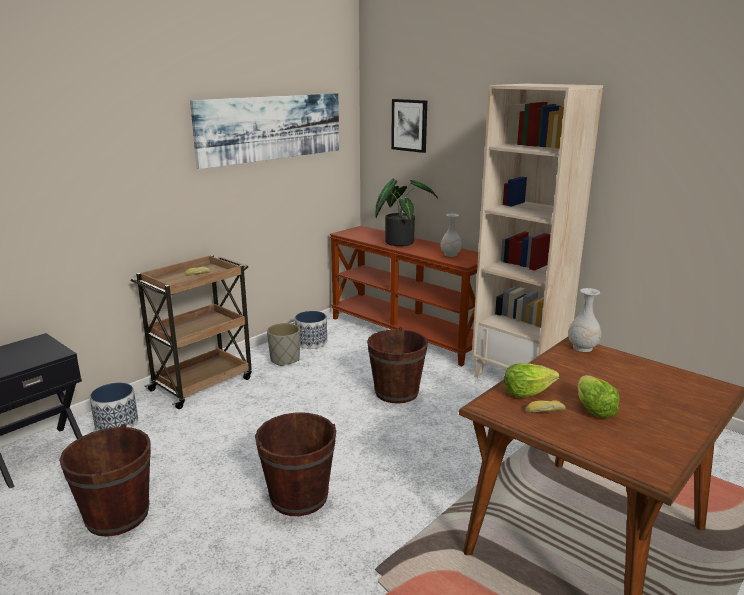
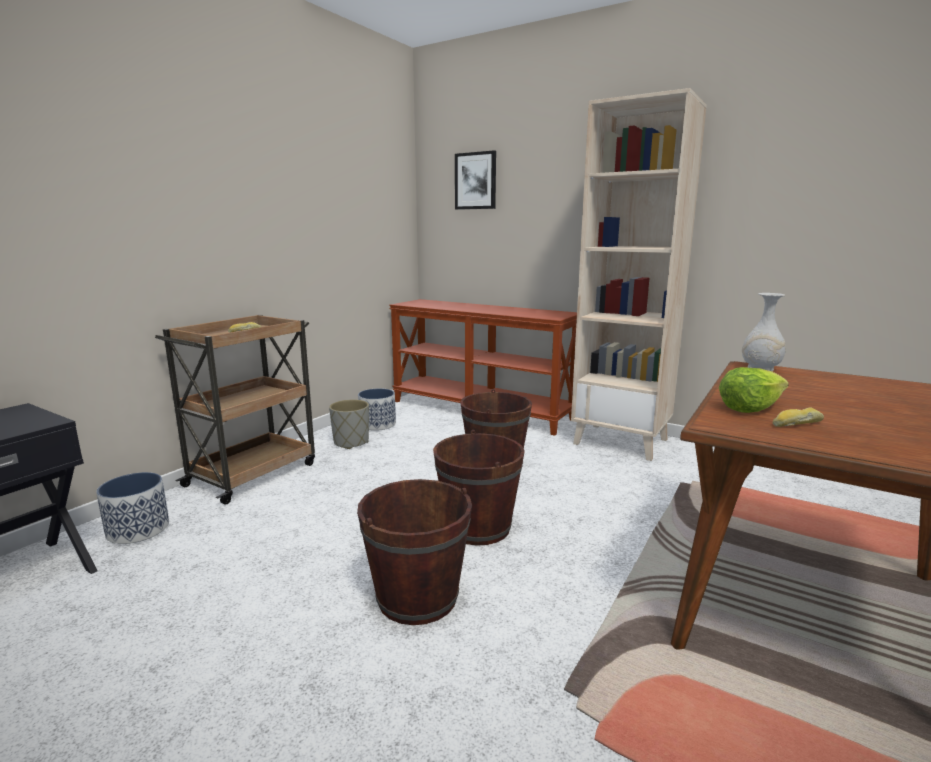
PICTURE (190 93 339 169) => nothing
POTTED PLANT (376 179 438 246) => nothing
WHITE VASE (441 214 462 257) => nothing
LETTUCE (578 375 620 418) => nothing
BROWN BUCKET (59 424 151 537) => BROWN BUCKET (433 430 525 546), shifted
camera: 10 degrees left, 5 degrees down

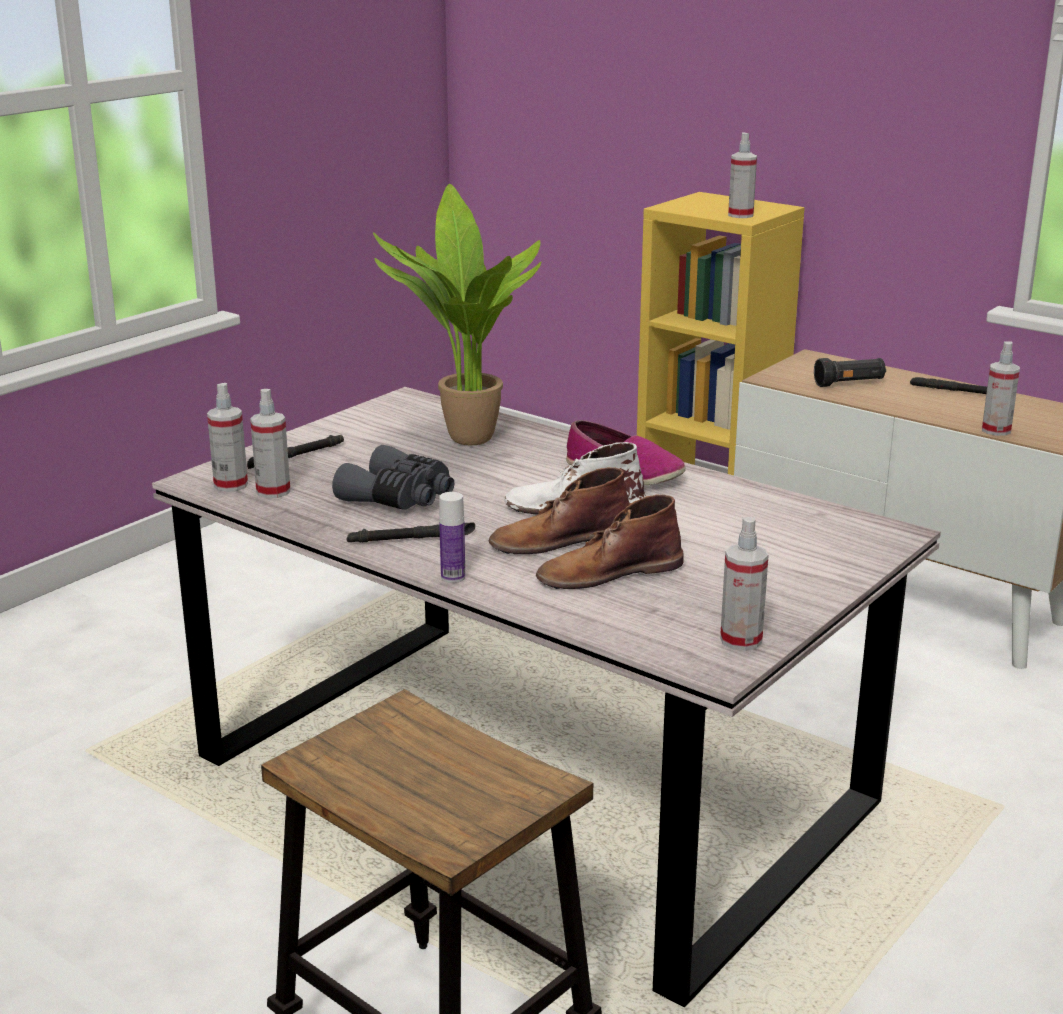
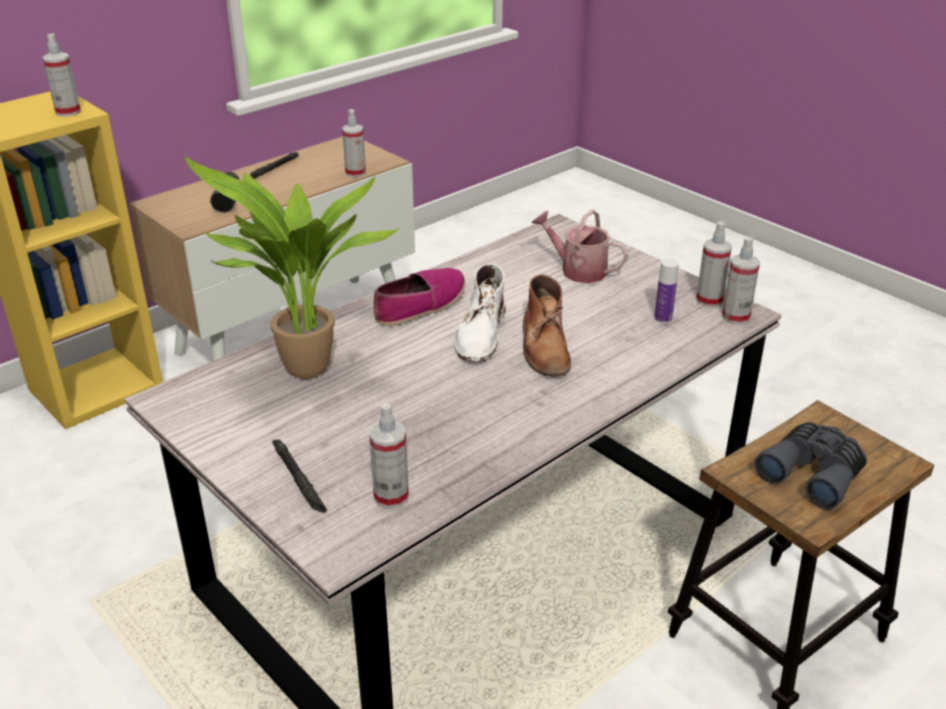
BLACK FLASHLIGHT (347 522 475 543) => nothing
BROWN BOOT (536 494 684 589) => nothing
nothing => WATERING CAN (532 209 628 283)
SPRAY BOTTLE (207 383 248 492) => SPRAY BOTTLE (722 237 760 324), shifted
GREY BINOCULARS (332 445 454 510) => GREY BINOCULARS (754 422 867 510), shifted
BOTTLE (439 492 465 583) => BOTTLE (654 259 679 324), shifted
camera: 80 degrees left, 10 degrees up

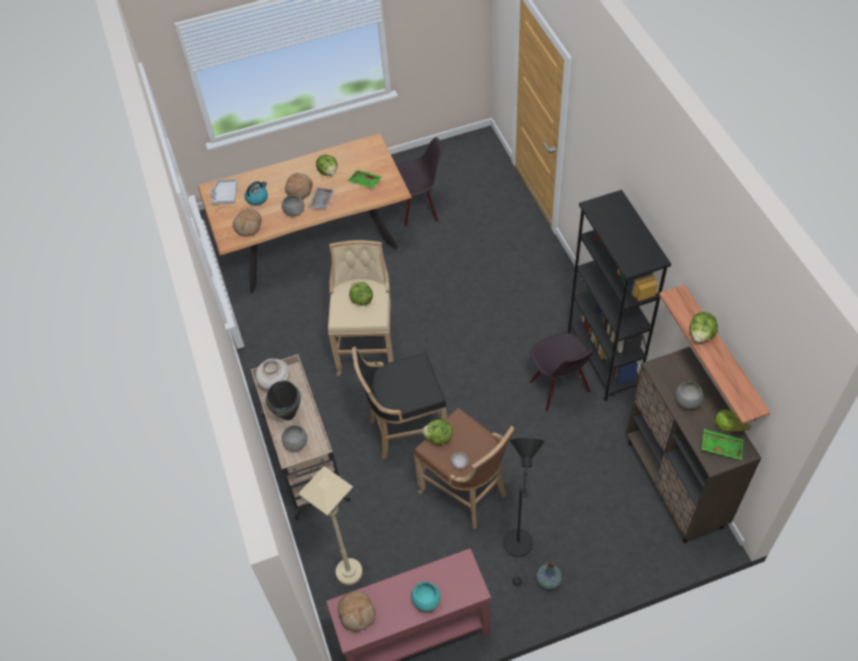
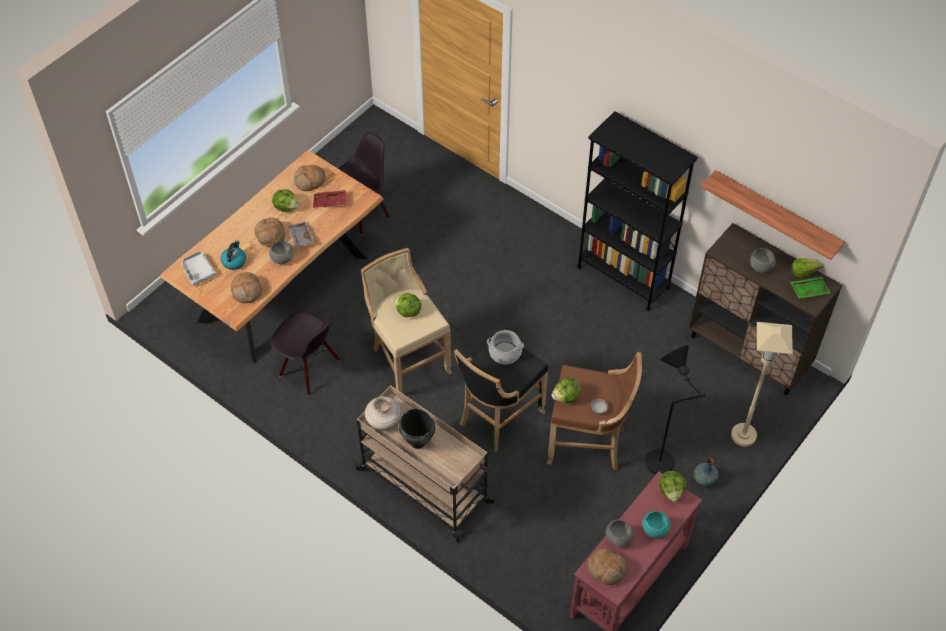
nothing => BREAD (294 165 326 191)
nothing => COOKING POT (487 330 524 364)
GREY BOWL (282 425 307 451) => GREY BOWL (606 519 633 547), shifted
BEIGE FLOOR LAMP (298 466 363 585) => BEIGE FLOOR LAMP (731 322 793 447), shifted
BLACK CHAIR (530 333 594 412) => BLACK CHAIR (270 311 340 395), shifted
LETTUCE (689 312 718 342) => LETTUCE (660 471 686 502), shifted
GREEN TRAY (347 170 382 188) => RED TRAY (313 190 346 208)
camera: 35 degrees left, 0 degrees up

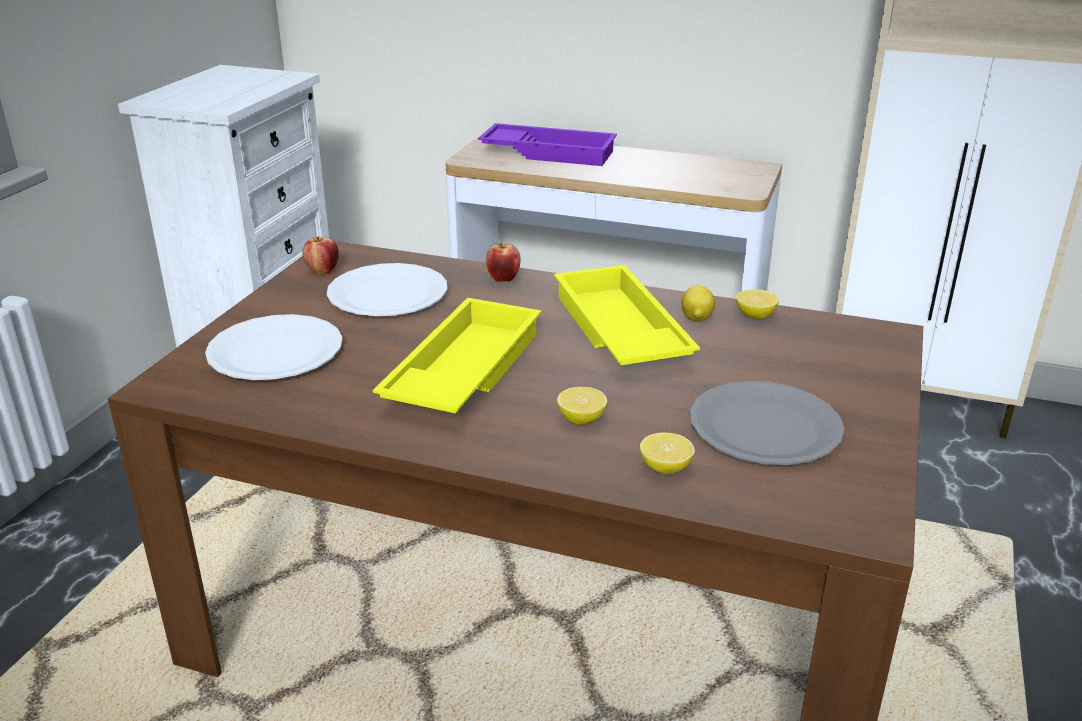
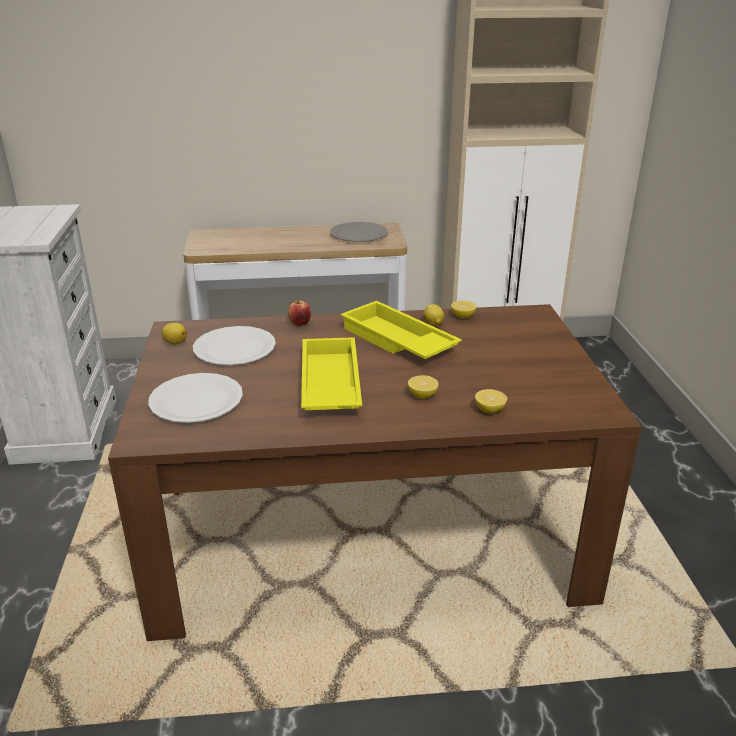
PURPLE TRAY (478 123 617 166) => nothing
GREY PLATE (690 381 844 465) => GREY PLATE (330 222 388 242), shifted
APPLE (302 237 339 274) => LEMON (162 323 187 345)
camera: 25 degrees left, 0 degrees up

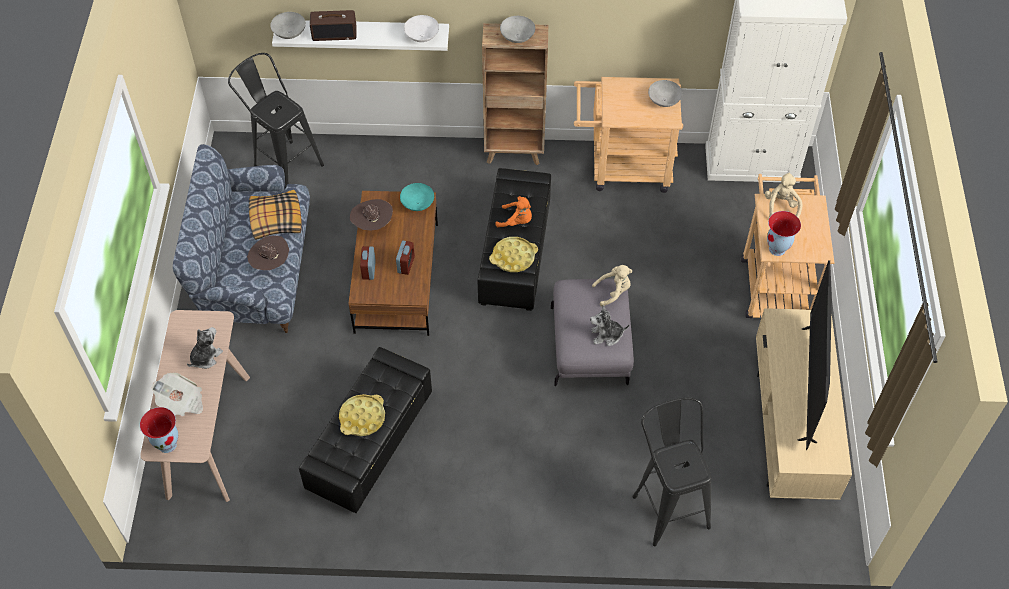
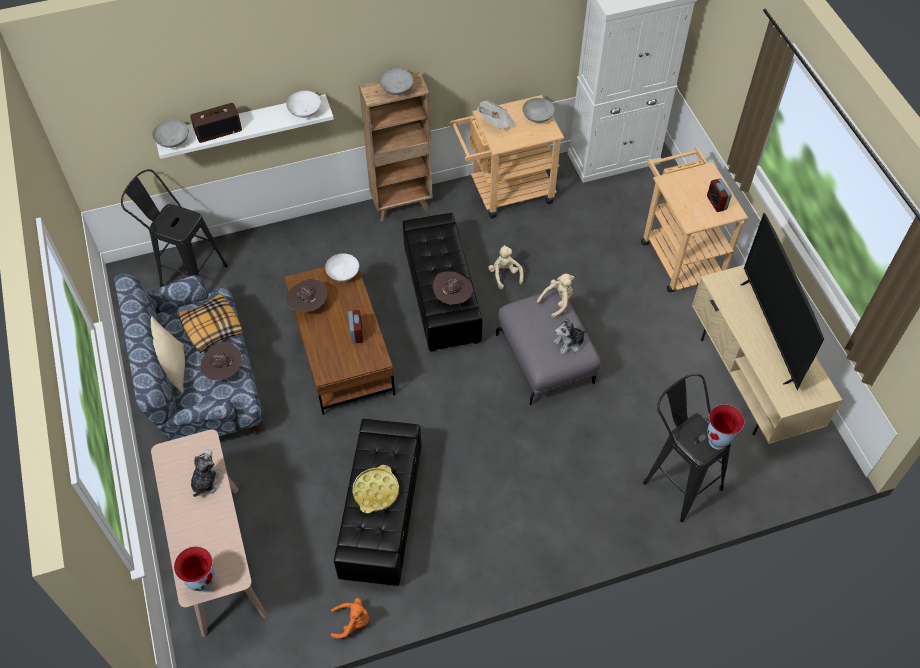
nothing => BEIGE PILLOW (151 316 185 393)
NEWSPAPER (152 372 203 416) => NEWSPAPER (477 101 517 129), shifted
ALARM CLOCK (360 246 376 280) => ALARM CLOCK (707 178 732 212), shifted
ORANGE PLUSH TOY (495 196 532 227) => ORANGE PLUSH TOY (331 598 369 638), shifted
BEIGE PLUSH TOY (765 173 802 218) => BEIGE PLUSH TOY (488 245 523 290), shifted
VASE (767 211 801 256) => VASE (707 404 744 449), shifted
YELLOW TRAY (489 237 538 272) => BROWN HAT (433 271 473 305)
TURQUOISE BOWL (400 183 434 211) => WHITE BOWL (325 253 359 281)
camera: 20 degrees left, 0 degrees up

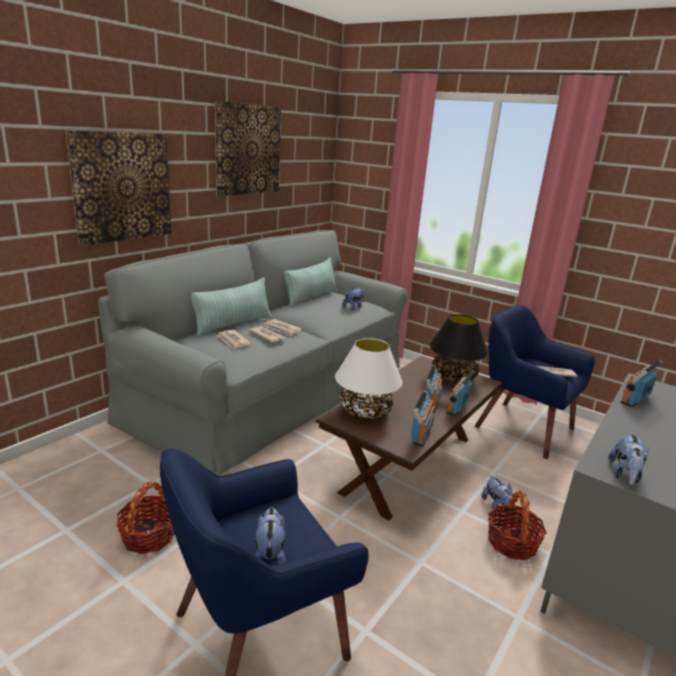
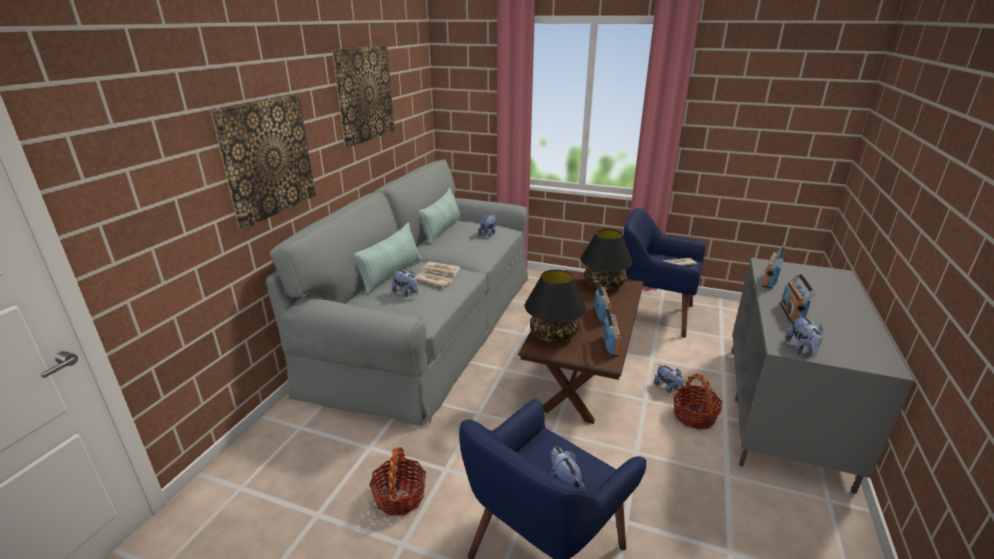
RADIO (447 370 475 416) => RADIO (780 273 816 323), shifted
NEWSPAPER (216 330 251 350) => PLUSH TOY (392 270 418 297)
WHITE TABLE LAMP (335 338 403 419) => BLACK TABLE LAMP (525 270 586 342)
camera: 15 degrees left, 5 degrees up

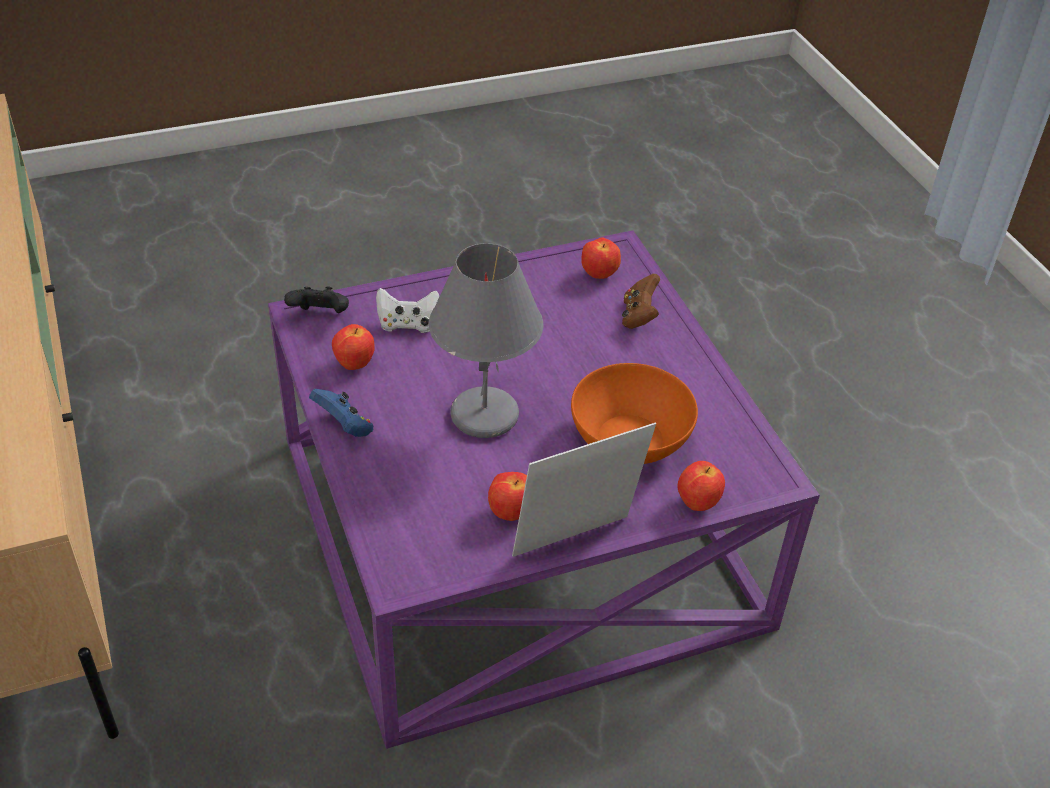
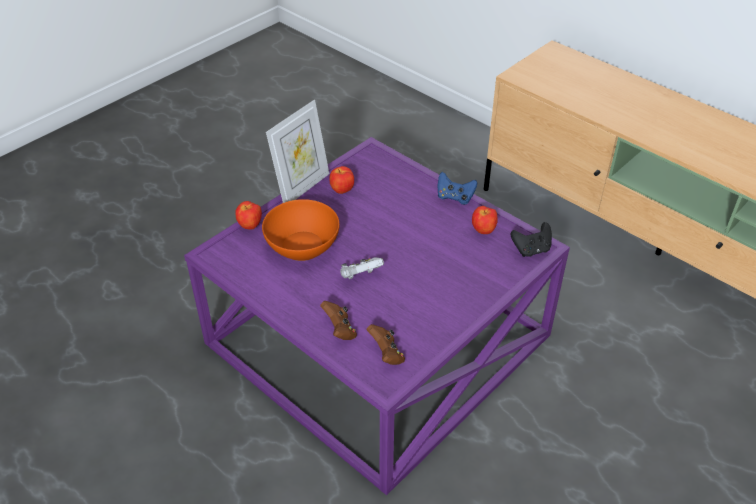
GREY TABLE LAMP (429 243 543 438) => nothing
WHITE GAME CONTROLLER (376 288 439 333) => WHITE GAME CONTROLLER (340 257 384 279), shifted
APPLE (581 237 621 279) => BROWN GAME CONTROLLER (367 324 405 365)
camera: 155 degrees right, 0 degrees up

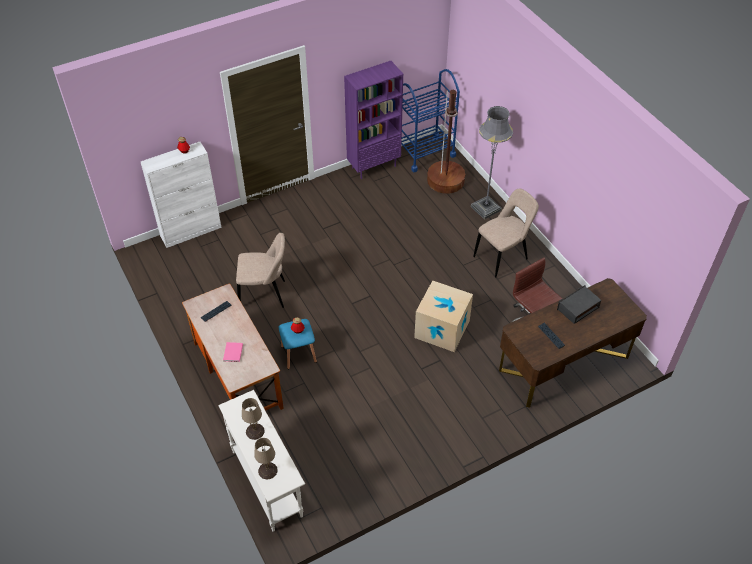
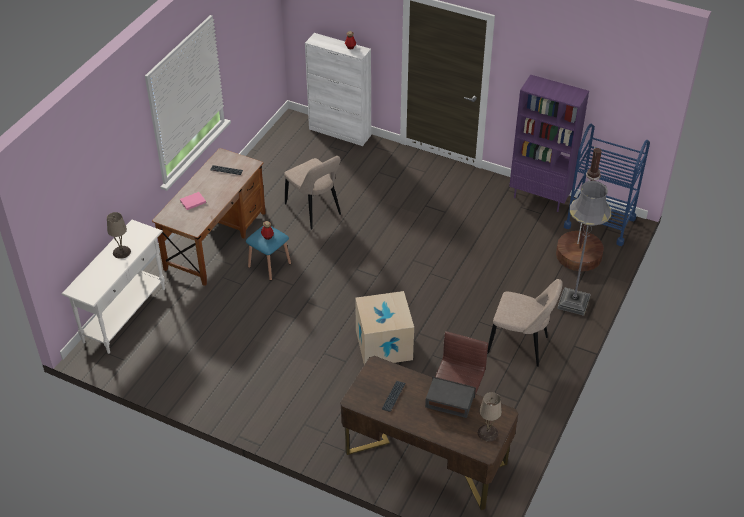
BEIGE TABLE LAMP (254 438 278 479) => BEIGE TABLE LAMP (478 392 502 442), shifted
camera: 55 degrees right, 5 degrees down

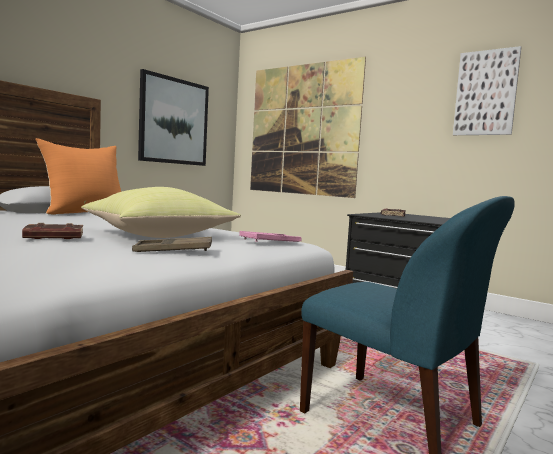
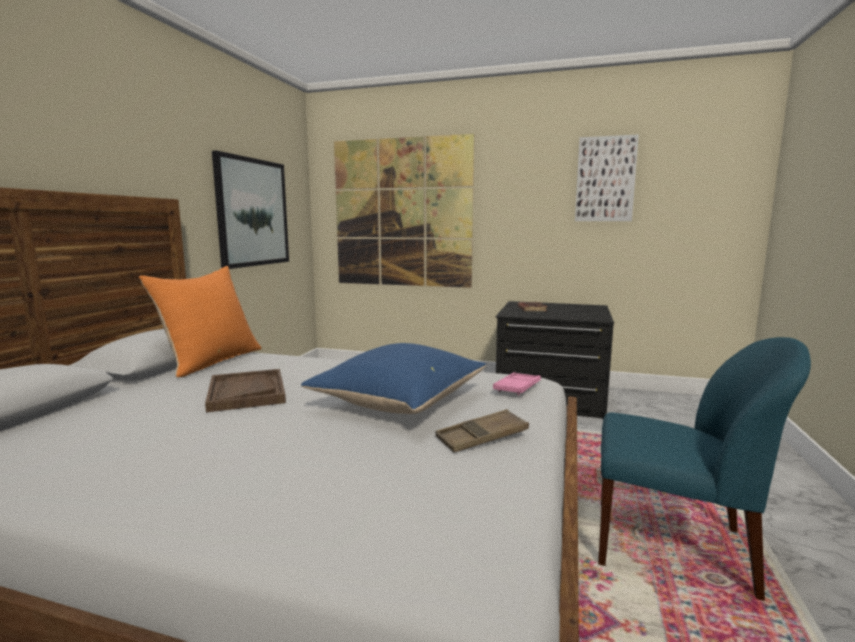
BROWN BOOK (22 223 83 239) => nothing
nothing => BROWN TRAY (205 369 286 412)
YELLOW PILLOW (81 187 241 238) => BLUE PILLOW (301 343 486 414)
camera: 20 degrees left, 5 degrees up

